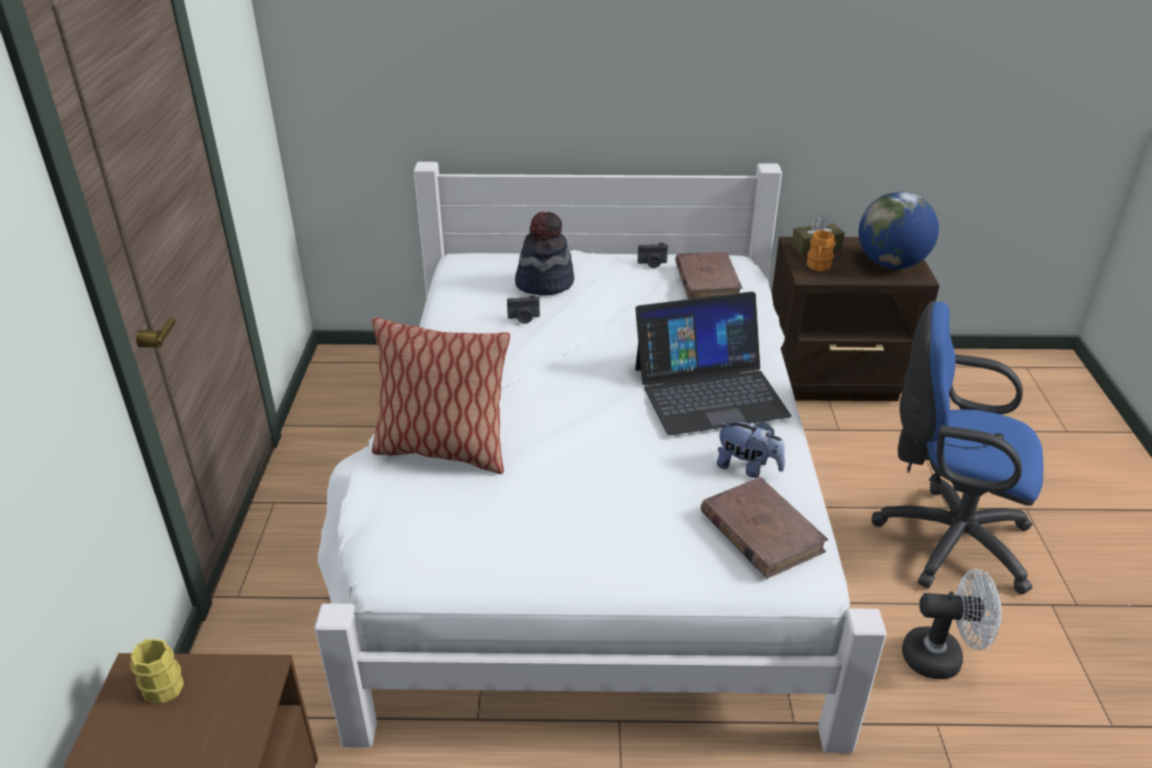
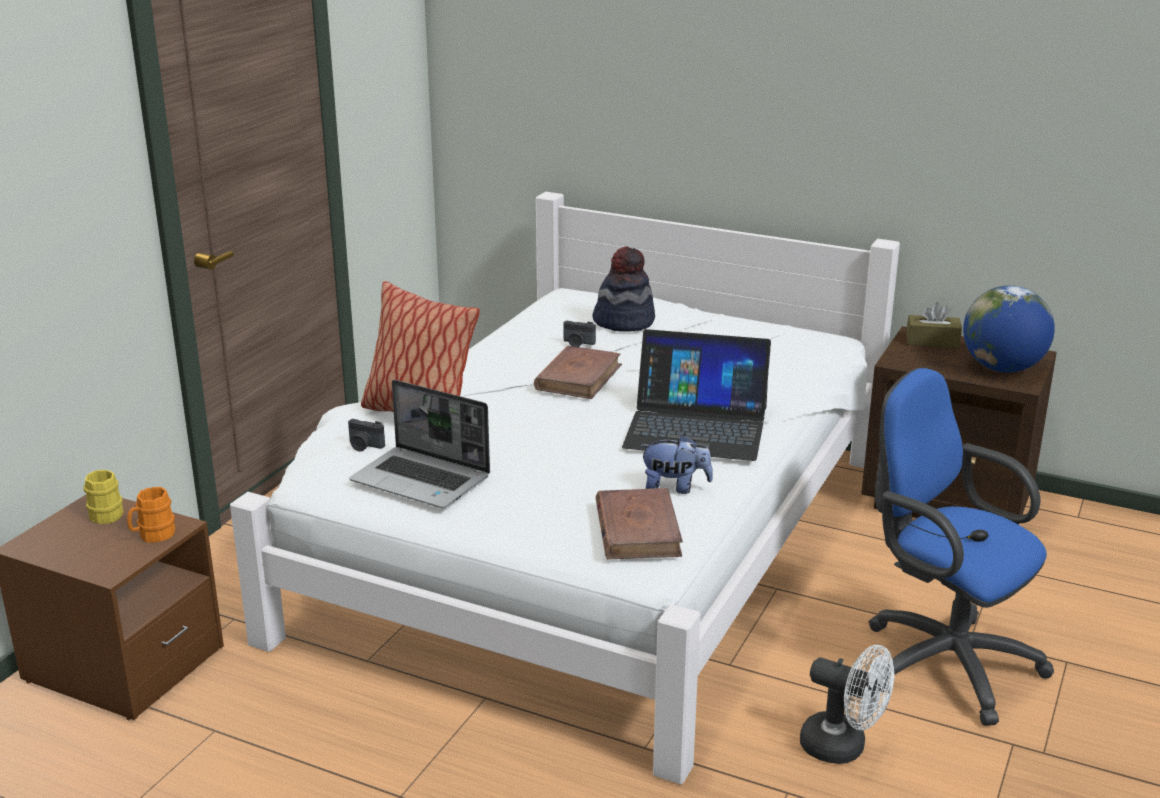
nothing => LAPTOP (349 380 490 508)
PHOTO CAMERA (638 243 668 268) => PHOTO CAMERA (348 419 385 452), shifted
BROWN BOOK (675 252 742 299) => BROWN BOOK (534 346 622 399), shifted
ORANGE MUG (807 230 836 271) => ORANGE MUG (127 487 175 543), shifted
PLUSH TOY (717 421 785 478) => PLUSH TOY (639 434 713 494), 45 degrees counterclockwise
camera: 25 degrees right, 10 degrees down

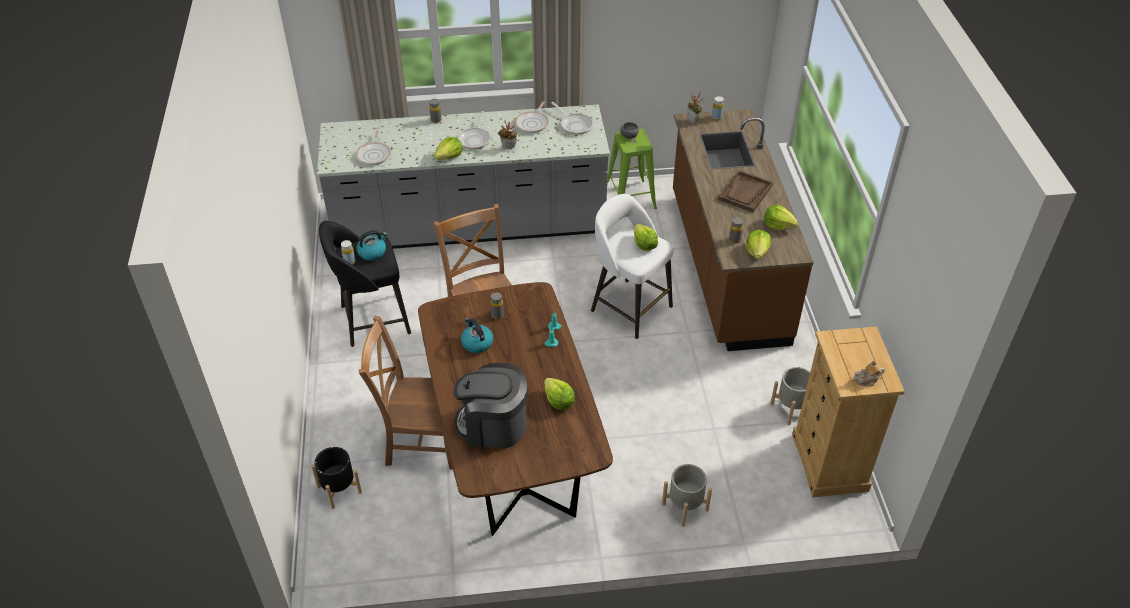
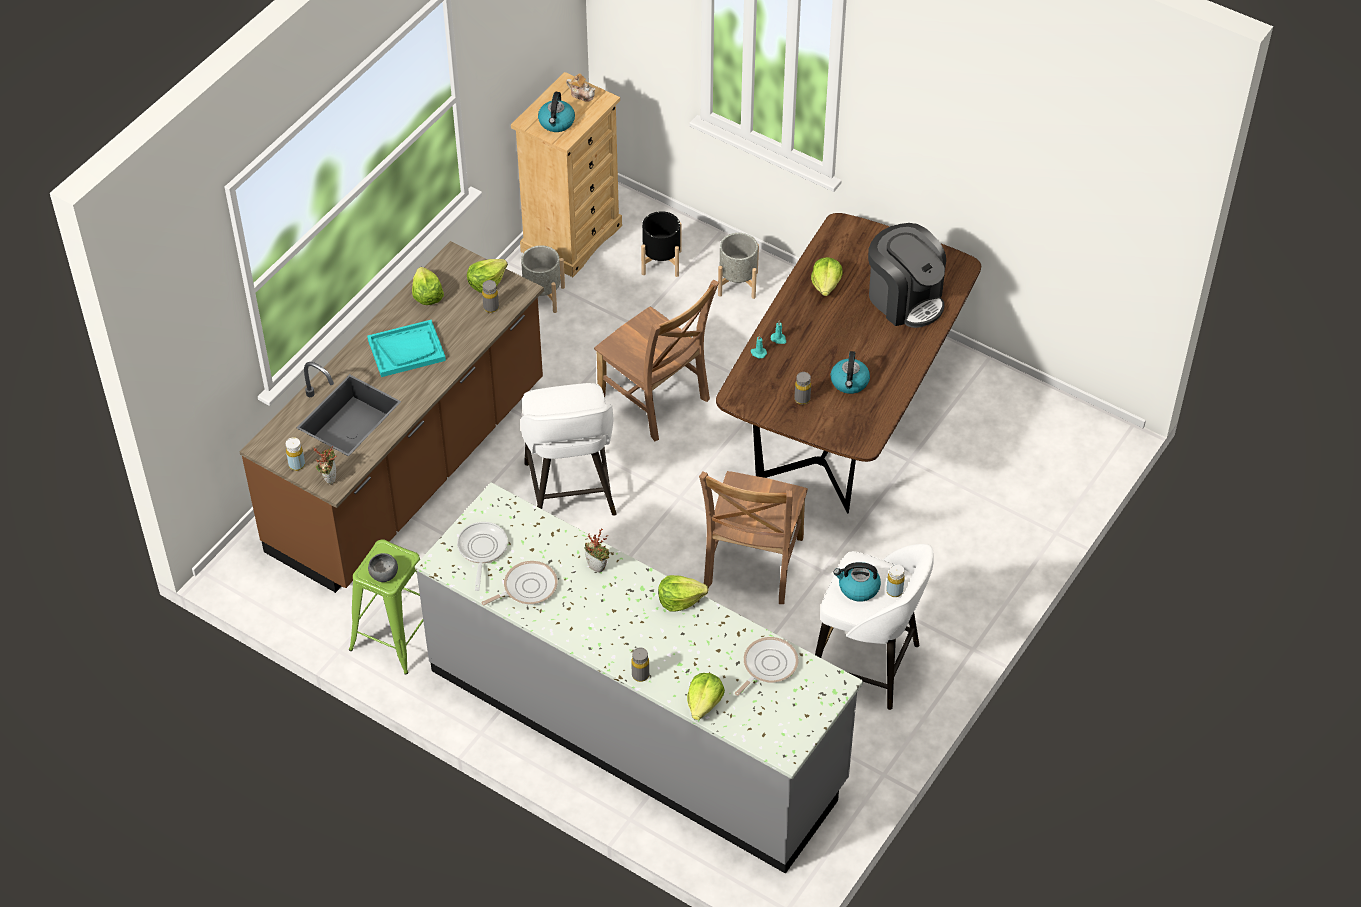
FRYING PAN (458 111 491 149) => nothing
nothing => KETTLE (538 92 575 132)
BLACK PLANTER (311 447 362 509) => BLACK PLANTER (641 211 681 277), shifted
BROWN CHAIR (359 316 453 470) => BROWN CHAIR (594 280 719 441), shifted
LETTUCE (634 224 658 251) => LETTUCE (687 673 725 720), shifted
BLACK STOOL (319 221 411 347) => WHITE STOOL (815 544 934 710)
BROWN TRAY (718 170 773 213) => TURQUOISE TRAY (367 320 446 377)
camera: 140 degrees left, 5 degrees up

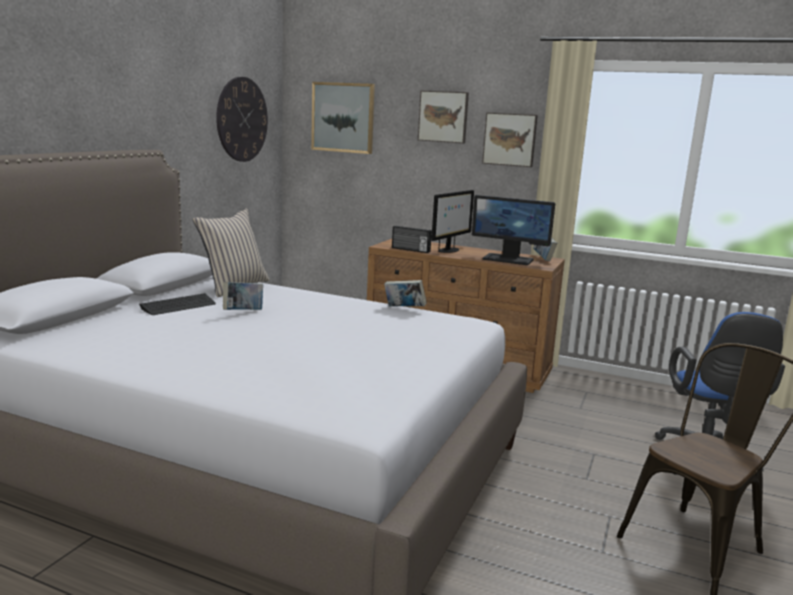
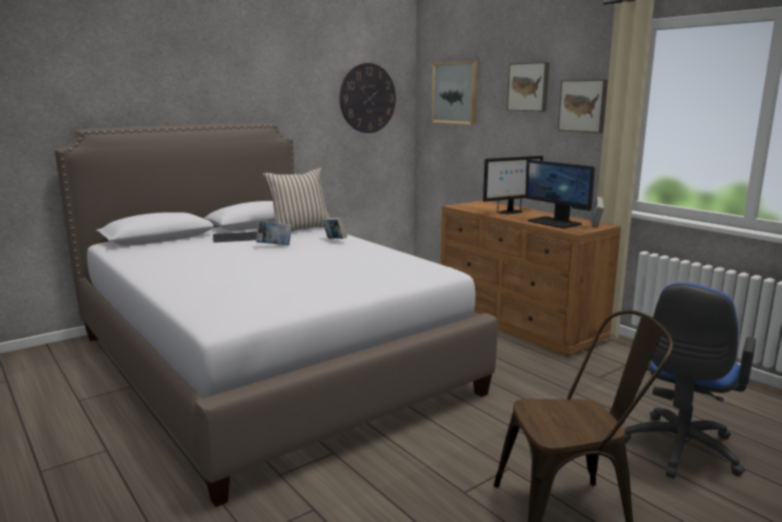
RADIO (392 226 432 253) => nothing
BOOK (384 280 426 307) => BOOK (322 217 347 239), shifted
camera: 30 degrees right, 0 degrees up

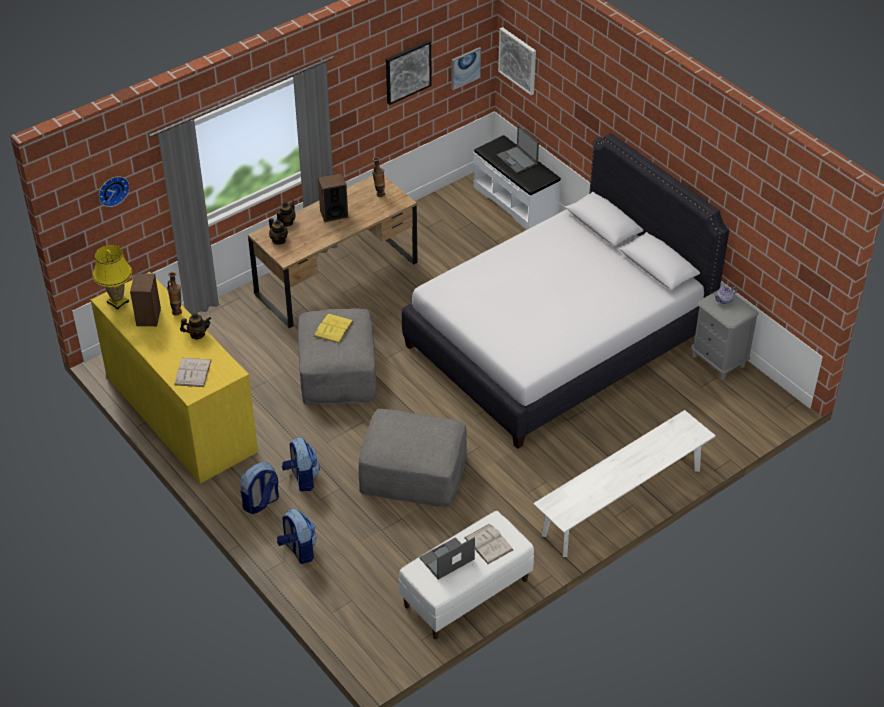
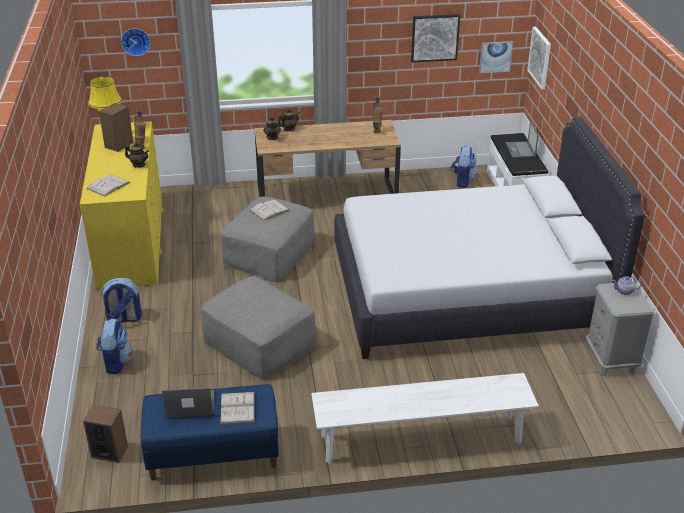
BACKPACK (282 437 320 492) => BACKPACK (451 146 478 188), shifted
SPEAKER (318 173 348 222) => SPEAKER (83 405 128 463), shifted
YELLOW BOOK (314 313 354 343) => WHITE BOOK (250 199 289 221)
WHITE BENCH (399 511 534 639) => BLUE BENCH (141 384 279 481)
camera: 30 degrees right, 10 degrees down

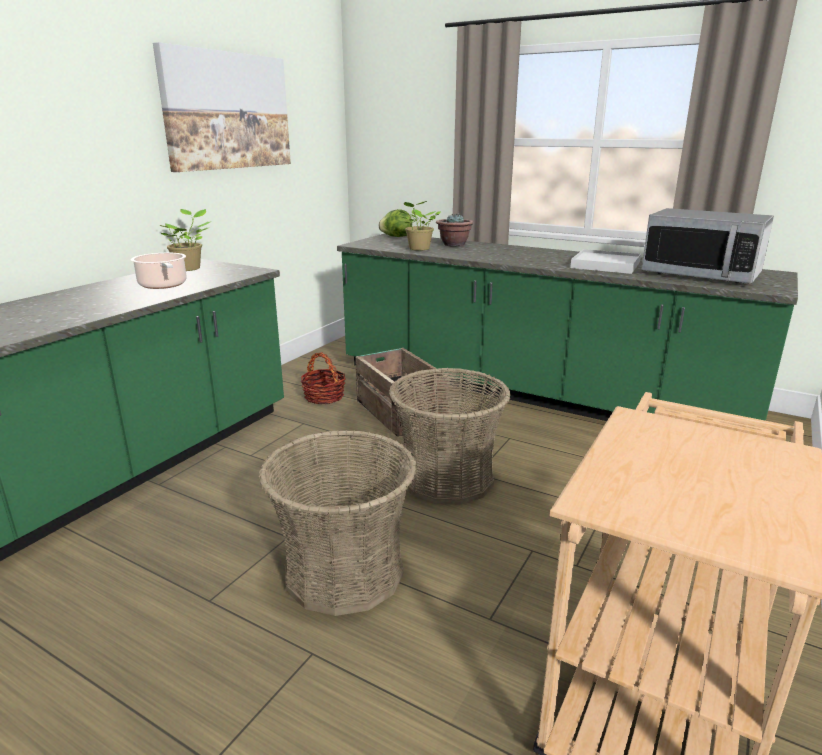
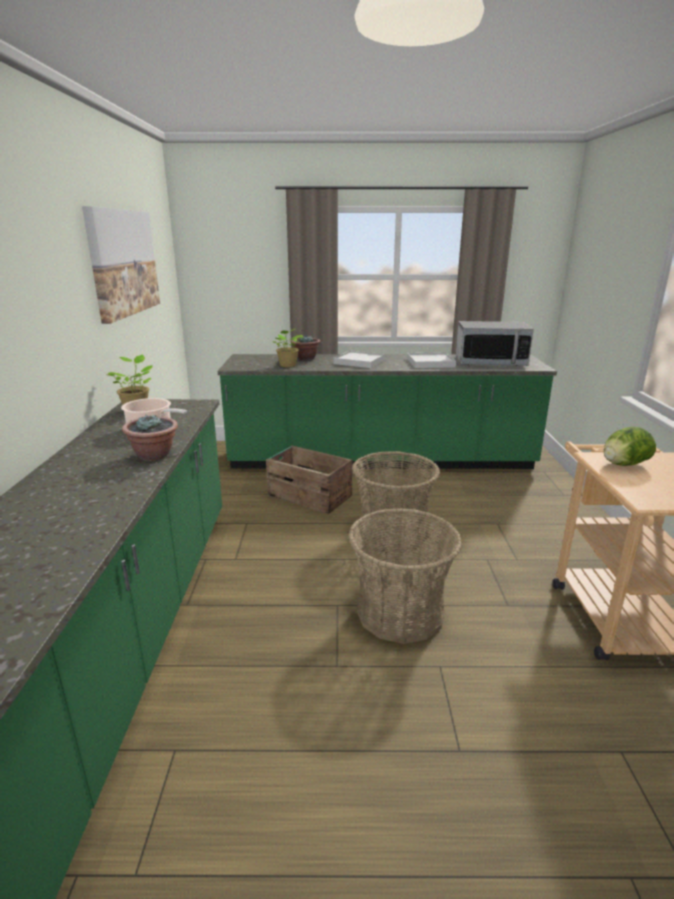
BASKET (300 352 346 404) => nothing
nothing => POTTED PLANT (122 414 178 461)
nothing => WHITE TRAY (333 350 385 368)
LETTUCE (379 209 412 237) => LETTUCE (604 427 656 466), shifted
camera: 30 degrees left, 0 degrees up

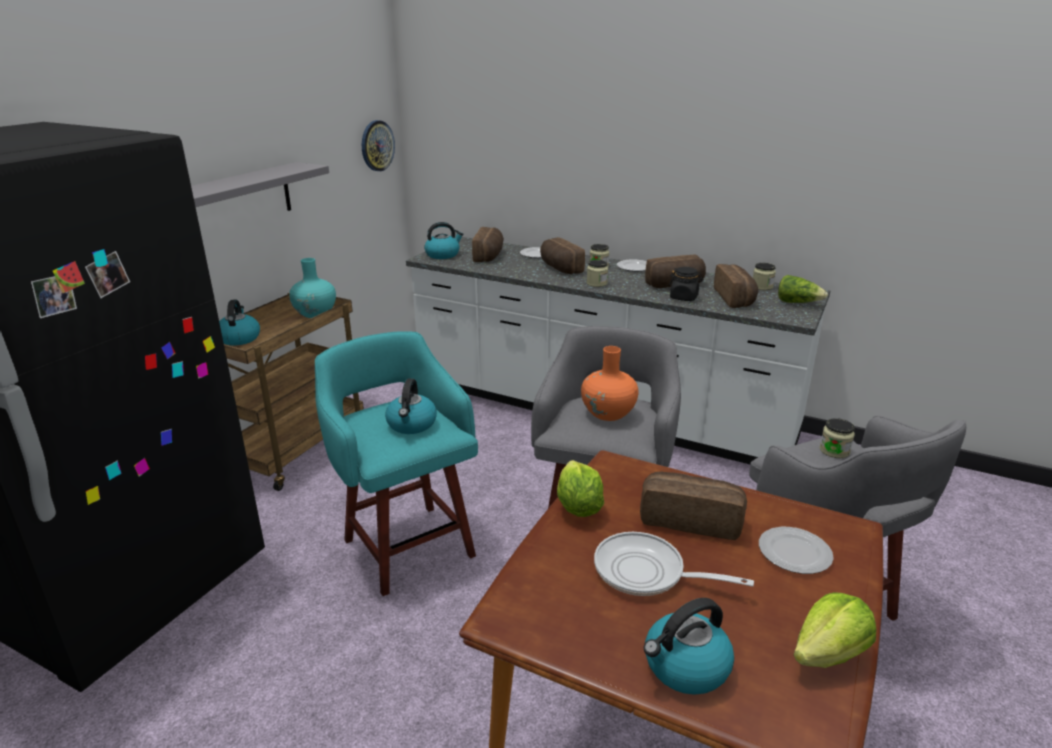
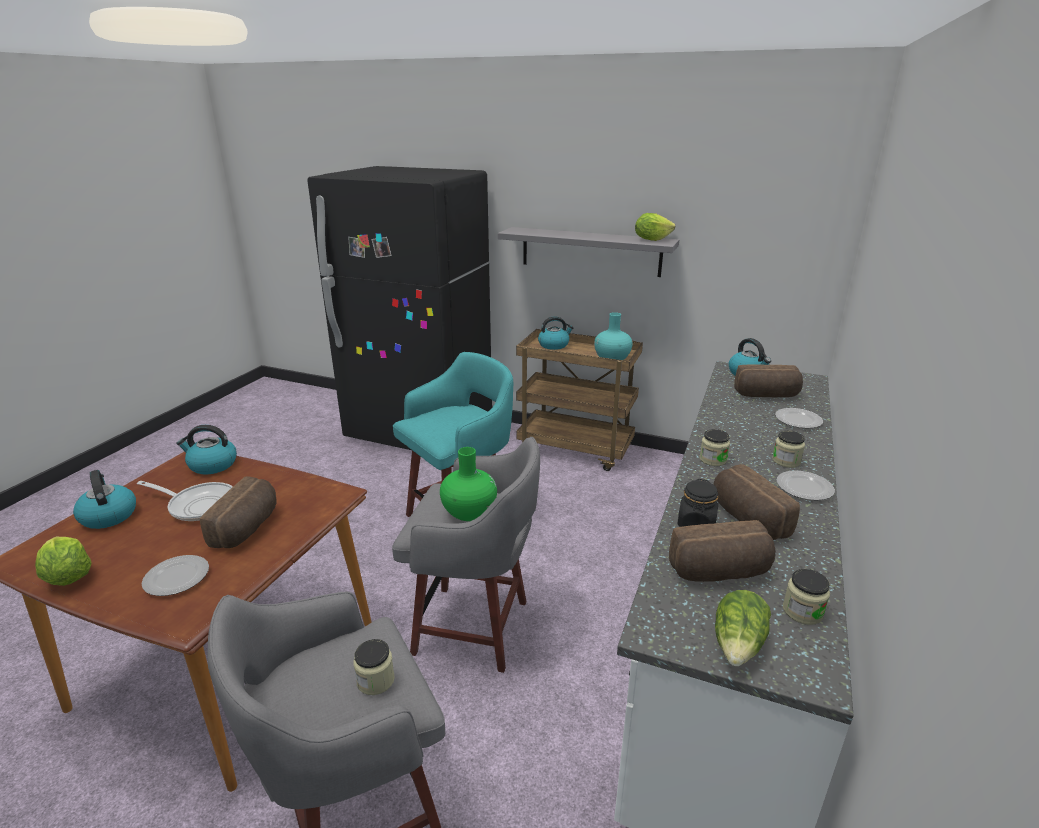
WALL CLOCK (362 120 395 171) => nothing
BREAD (540 237 585 274) => nothing
KETTLE (385 378 437 434) => KETTLE (176 425 237 475), shifted
LETTUCE (557 460 604 517) => LETTUCE (635 213 675 241), shifted
ORANGE VASE (581 346 639 421) => GREEN VASE (440 447 497 521)
FRYING PAN (594 532 754 596) => FRYING PAN (137 481 233 521), 90 degrees clockwise
camera: 85 degrees right, 0 degrees up

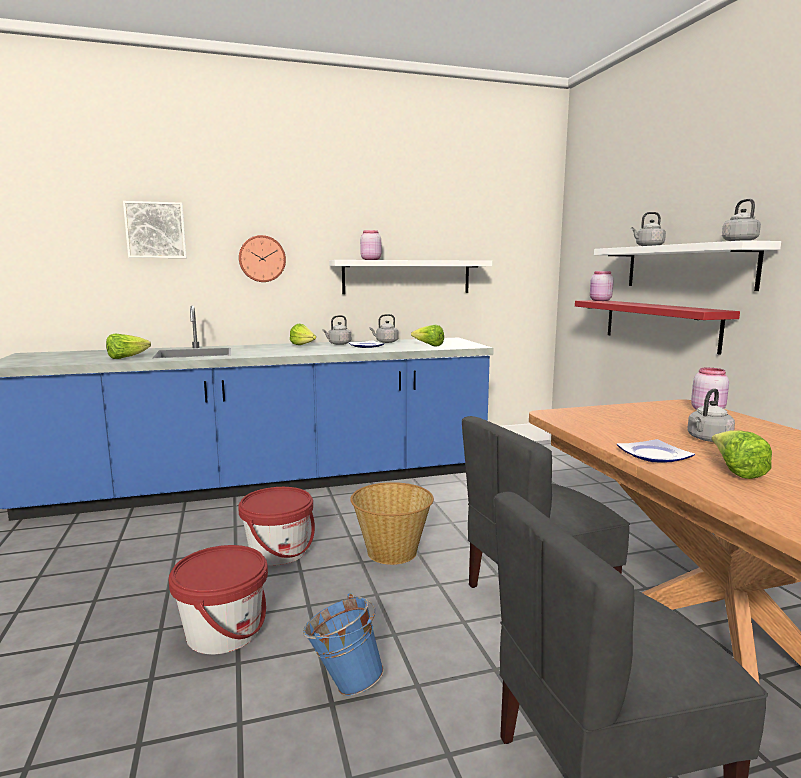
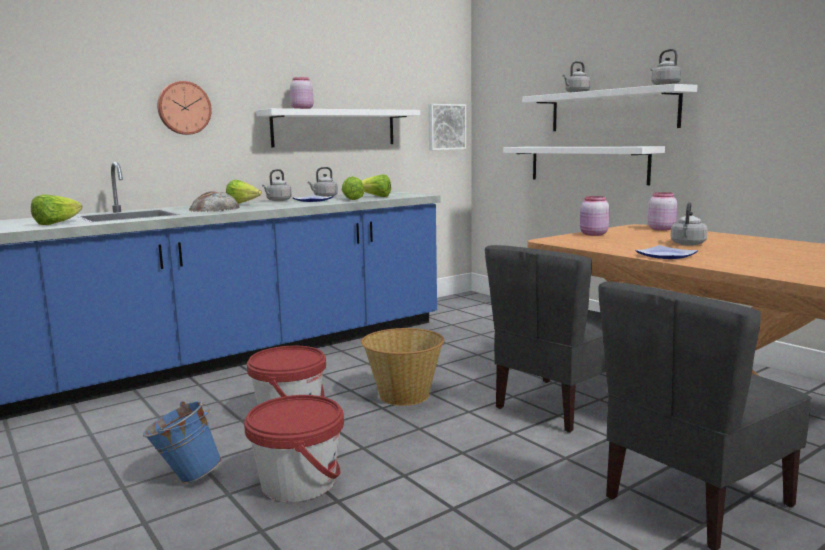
nothing => BREAD (189 191 240 212)
PICTURE (123 201 187 258) => PICTURE (428 104 466 150), shifted
BLUE BUCKET (303 593 384 696) => BLUE BUCKET (143 401 222 484), shifted
PINK JAR (590 271 614 301) => PINK JAR (580 196 609 236), shifted
LETTUCE (712 430 772 479) => LETTUCE (342 176 364 200), shifted
RED SHELF (575 300 740 355) => WHITE SHELF (503 146 665 185)
camera: 20 degrees left, 0 degrees up

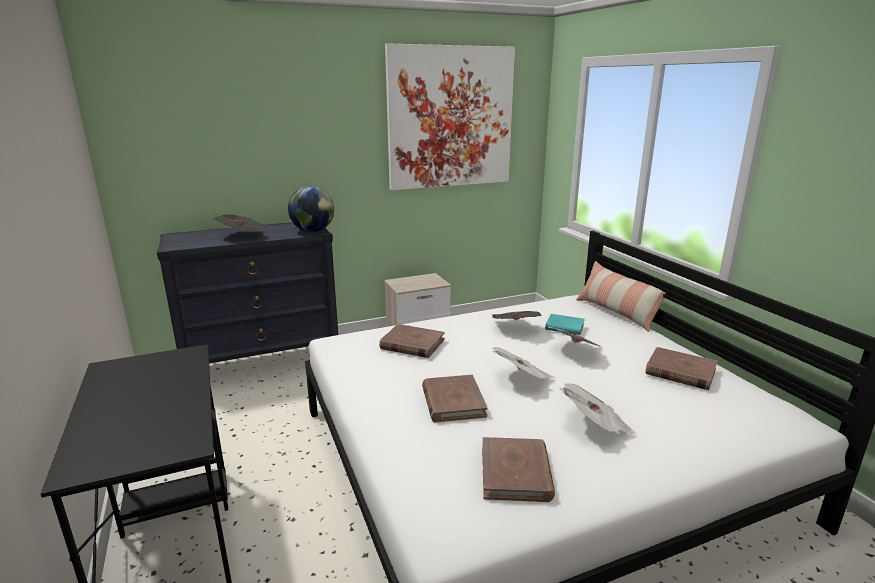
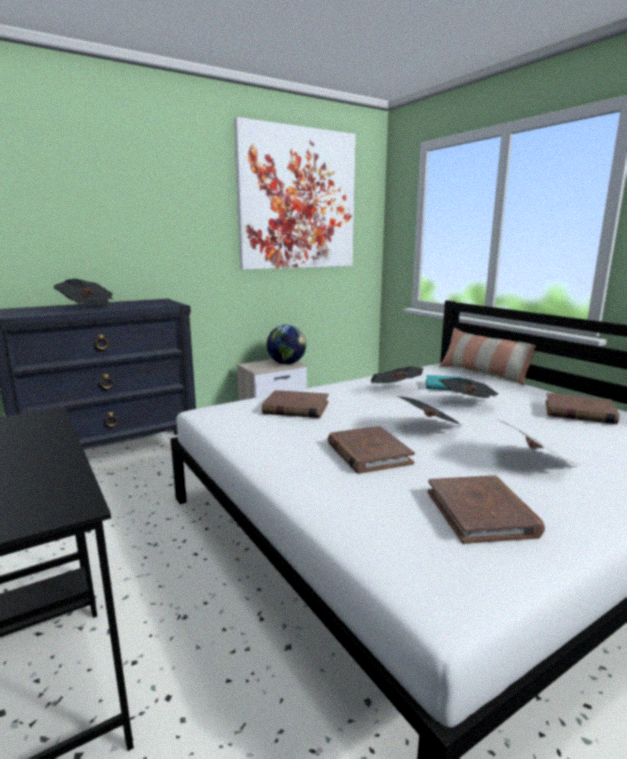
GLOBE (288 186 334 232) => GLOBE (267 325 306 364), shifted
camera: 10 degrees left, 5 degrees down

